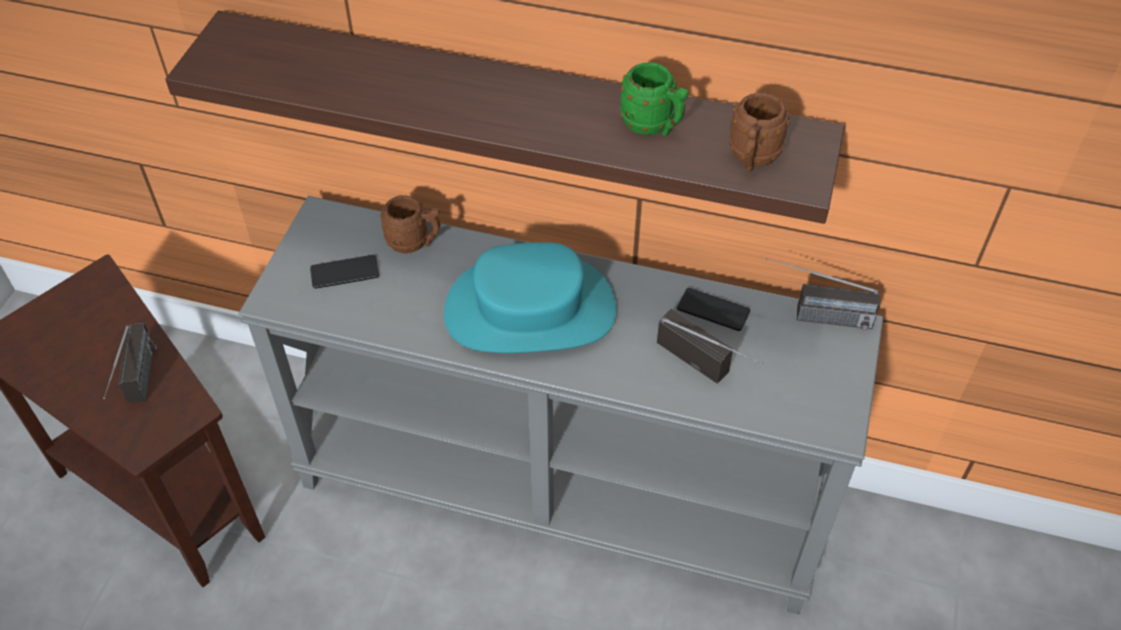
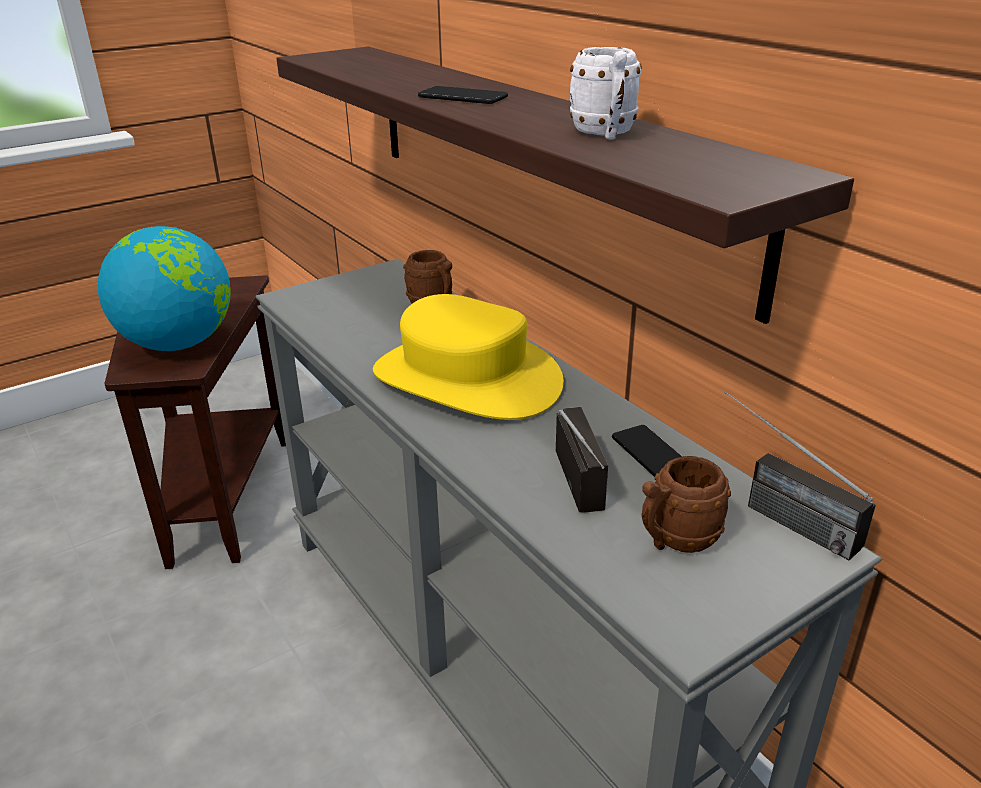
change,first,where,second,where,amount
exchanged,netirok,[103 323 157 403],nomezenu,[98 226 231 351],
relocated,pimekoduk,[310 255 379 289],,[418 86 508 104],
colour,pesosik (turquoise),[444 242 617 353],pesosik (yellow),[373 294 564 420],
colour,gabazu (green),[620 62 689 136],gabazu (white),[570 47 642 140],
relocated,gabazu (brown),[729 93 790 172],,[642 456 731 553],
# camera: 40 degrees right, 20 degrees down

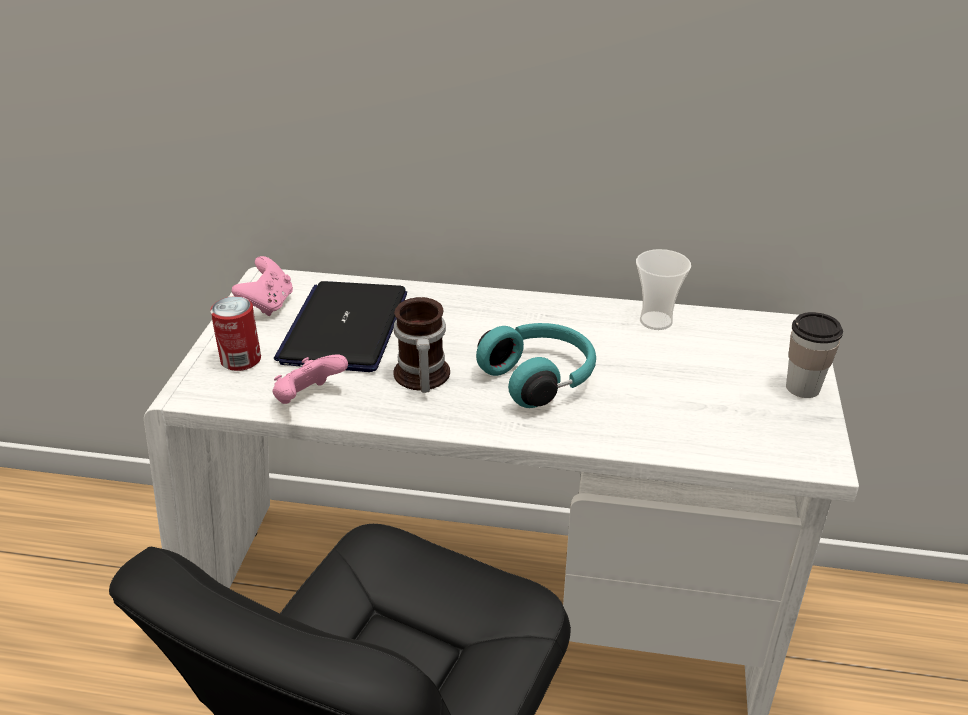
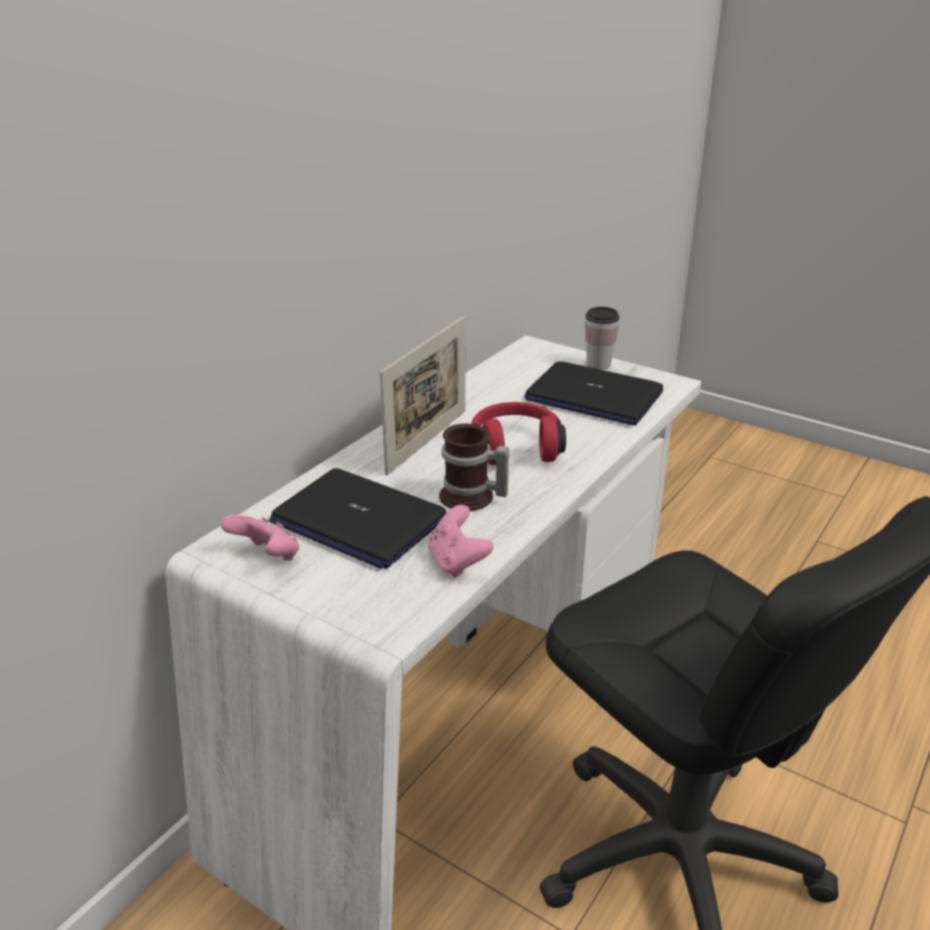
change,first,where,second,where,amount
missing,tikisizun,[210 296 261 371],,,
colour,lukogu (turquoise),[476 323 596 408],lukogu (red),[471 402 566 465],
missing,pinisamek,[636 249 691 330],,,
appeared,,,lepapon,[380 316 465 475],
appeared,,,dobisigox,[524 361 663 426],
# camera: 65 degrees left, 5 degrees down

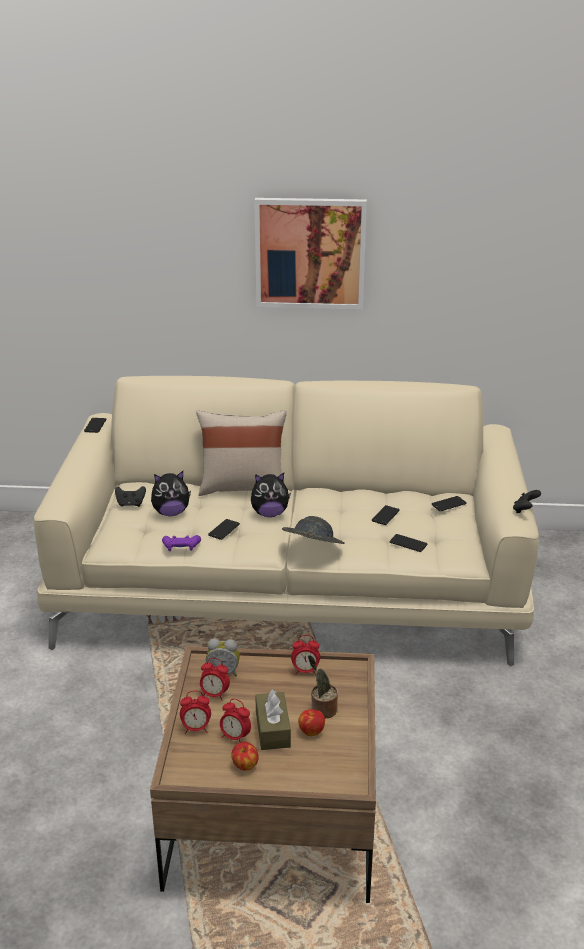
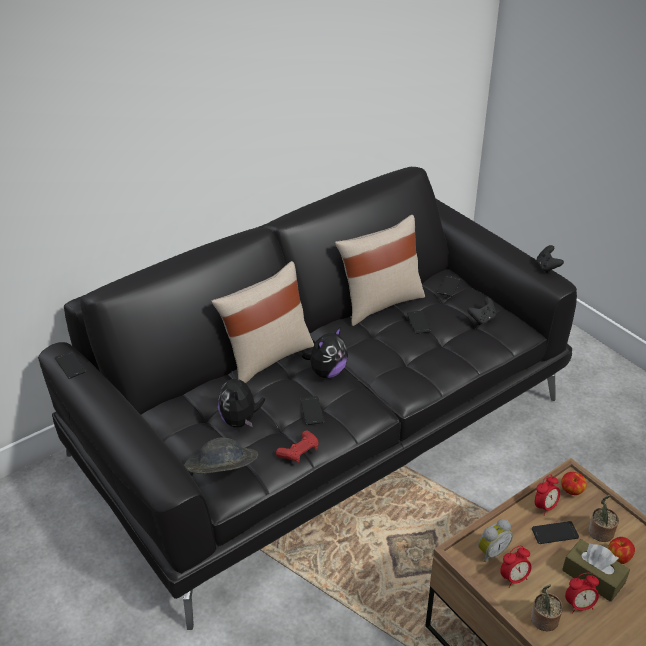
change,first,where,second,where,amount
colour,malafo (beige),[33 376 539 666],malafo (black),[38 167 577 630],
relocated,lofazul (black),[115 486 146 507],,[467 297 496 325],
spun,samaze,[151 471 191 516],,[218 370 265 427],135 degrees clockwise
colour,lofazul (purple),[162 535 201 551],lofazul (red),[276 431 319 463],
exchanged,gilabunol,[180 691 211 734],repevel,[531 584 563 631],
relocated,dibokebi,[231 742 259 770],,[561 472 587 495],
missing,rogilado,[254 198 367 309],,,
relocated,pesosik (grey),[282 516 345 544],,[184 437 258 474],
relocated,pimekoduk,[389 534 427 552],,[532 521 579 544],
appeared,,,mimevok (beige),[335 215 425 326],
# camera: 40 degrees left, 10 degrees up

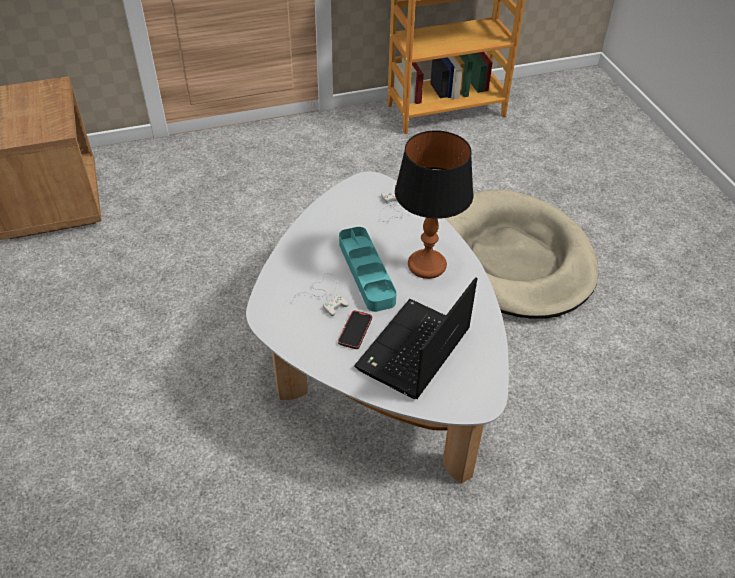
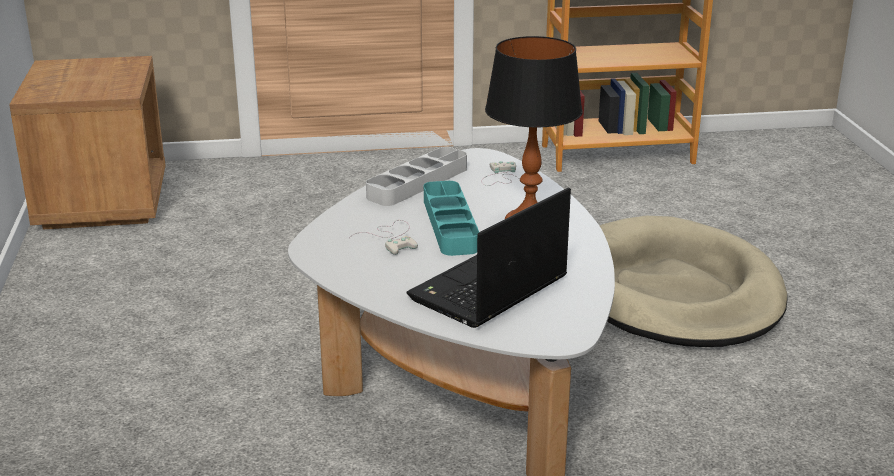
change,first,where,second,where,amount
missing,pimekoduk,[338 310 372 349],,,
appeared,,,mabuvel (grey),[366 147 467 206],
# camera: 10 degrees right, 20 degrees down

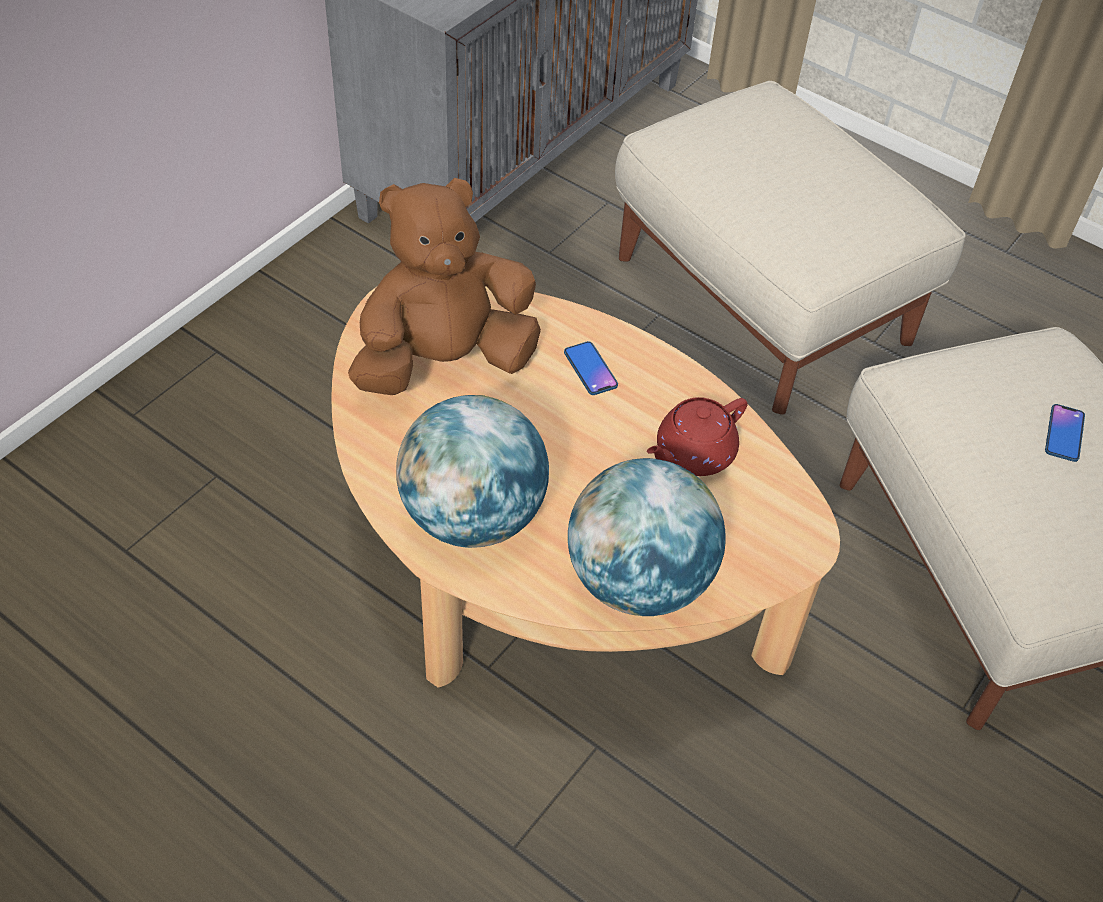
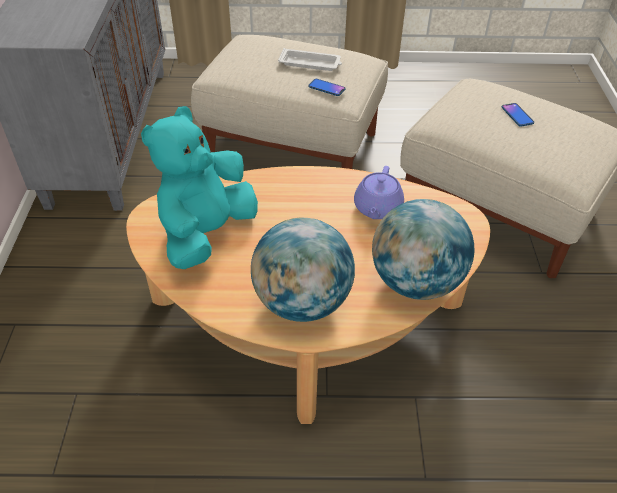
change,first,where,second,where,amount
colour,samaze (brown),[348 178 541 395],samaze (turquoise),[141 106 258 269],
relocated,pimekoduk,[564 341 618 395],,[308 79 345 96],
colour,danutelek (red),[647 397 748 476],danutelek (purple),[354 166 404 219],
appeared,,,mabuvel (white),[278 48 342 71],
# camera: 35 degrees left, 5 degrees down

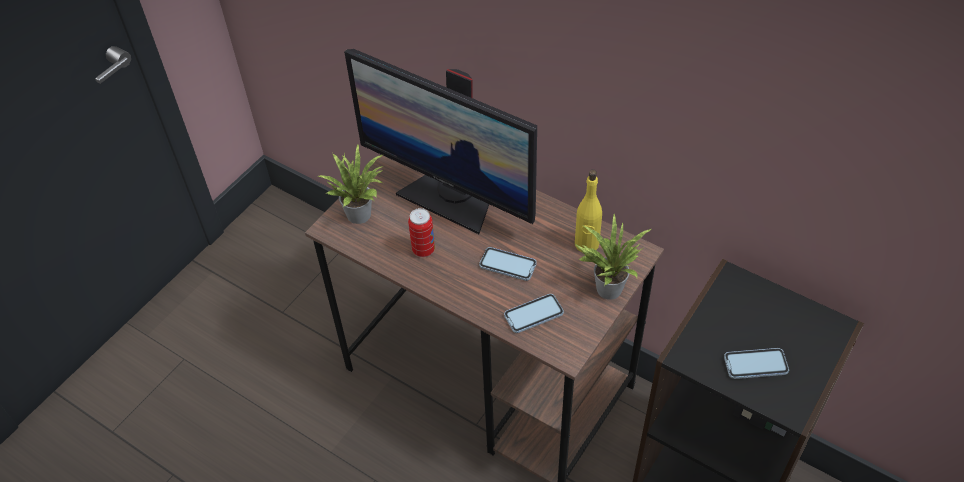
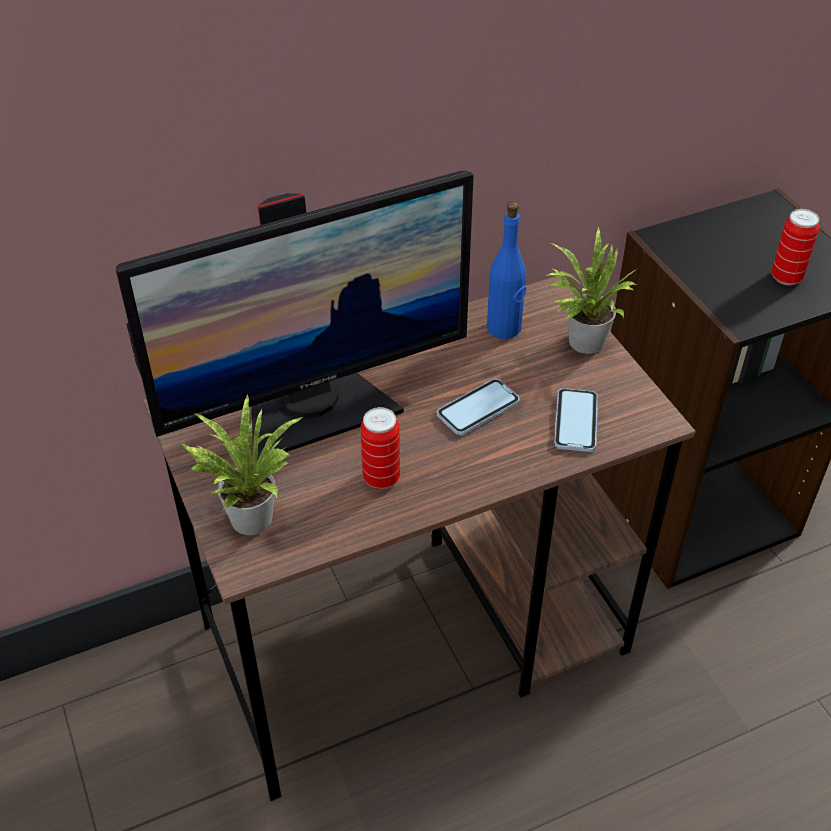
change,first,where,second,where,amount
colour,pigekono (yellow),[575 170 602 252],pigekono (blue),[487 201 526 339],
exchanged,pimekoduk,[724 348 789 379],tikisizun,[771 209 820 285],
# camera: 60 degrees left, 5 degrees down

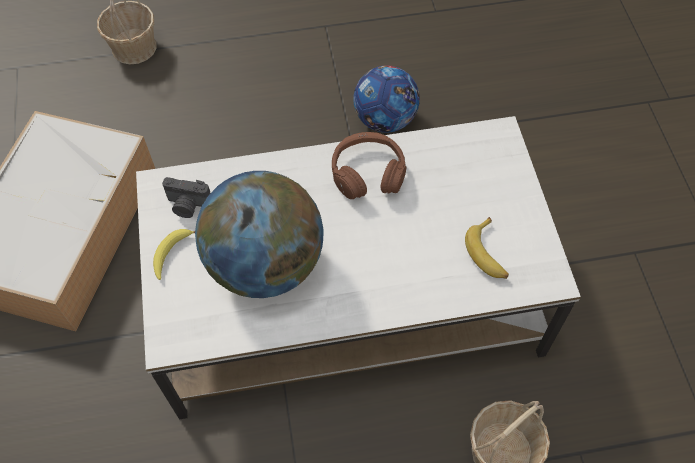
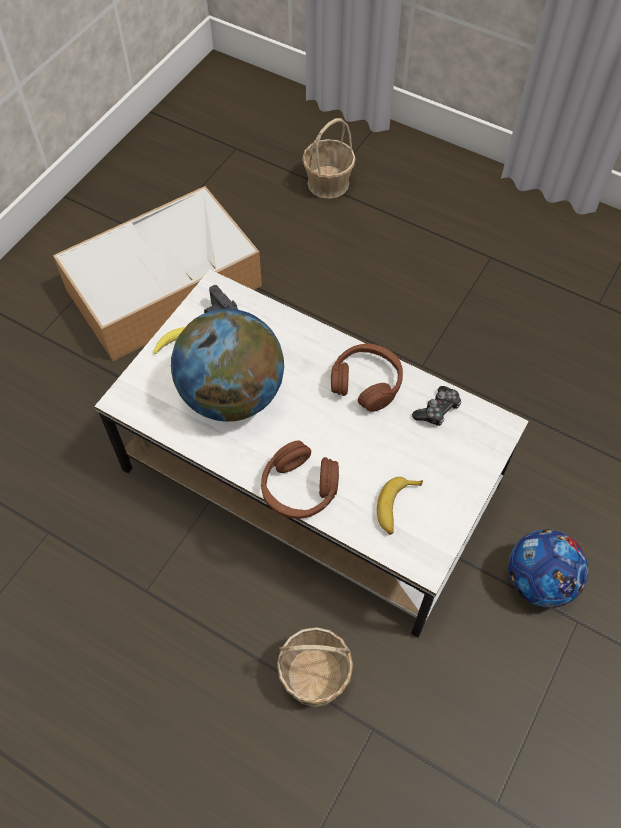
change,first,where,second,where,amount
relocated,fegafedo,[353 66 420 133],,[508 529 588 608],
appeared,,,lukogu (brown),[261 440 339 519],
appeared,,,lofazul,[412 386 462 426],
# camera: 40 degrees right, 0 degrees up

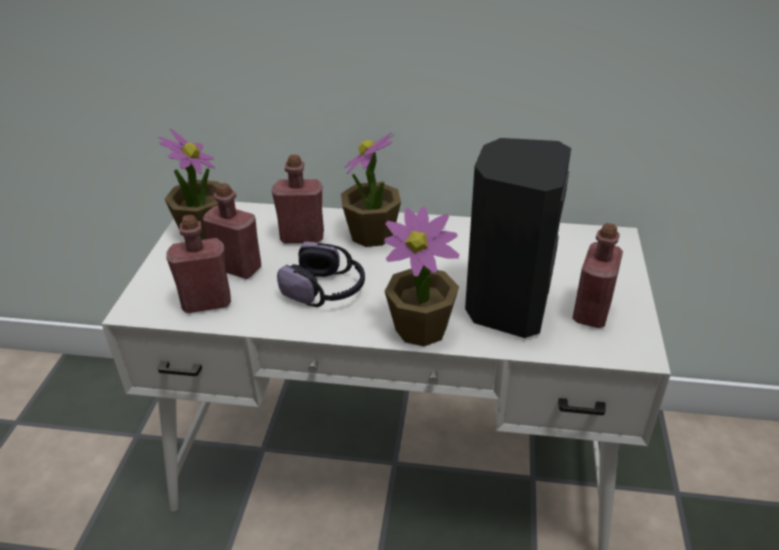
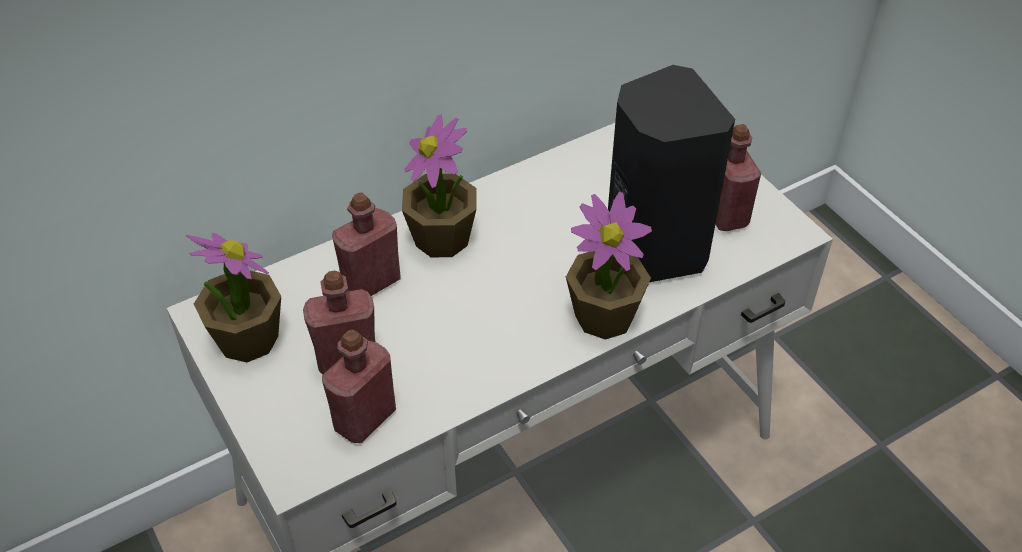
change,first,where,second,where,amount
missing,lukogu,[277 241 365 307],,,
# camera: 40 degrees left, 10 degrees up

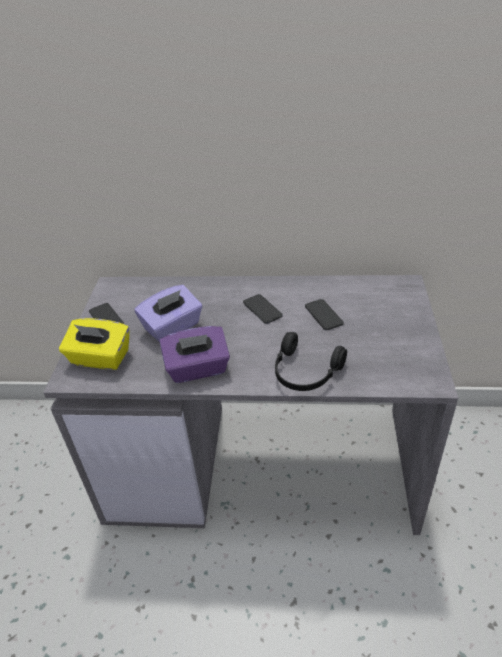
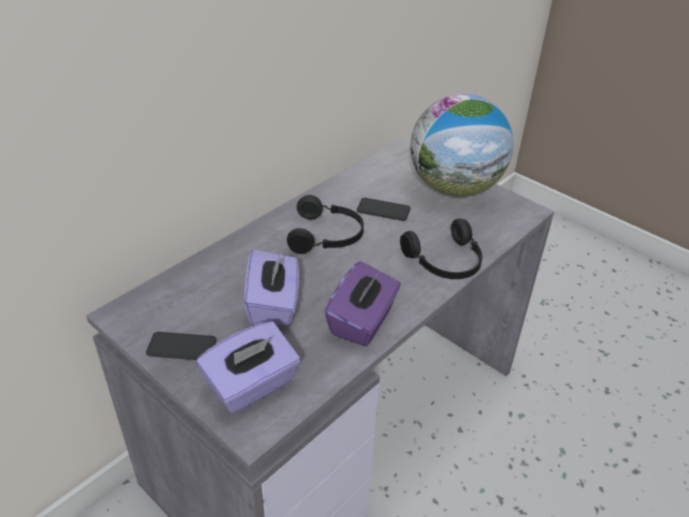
change,first,where,second,where,amount
colour,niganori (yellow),[59 318 129 370],niganori (purple),[197 321 300 414],
exchanged,pimekoduk,[243 294 283 324],lukogu (black),[287 195 364 254],
appeared,,,nomezenu,[410 94 513 197],
# camera: 55 degrees left, 0 degrees up

